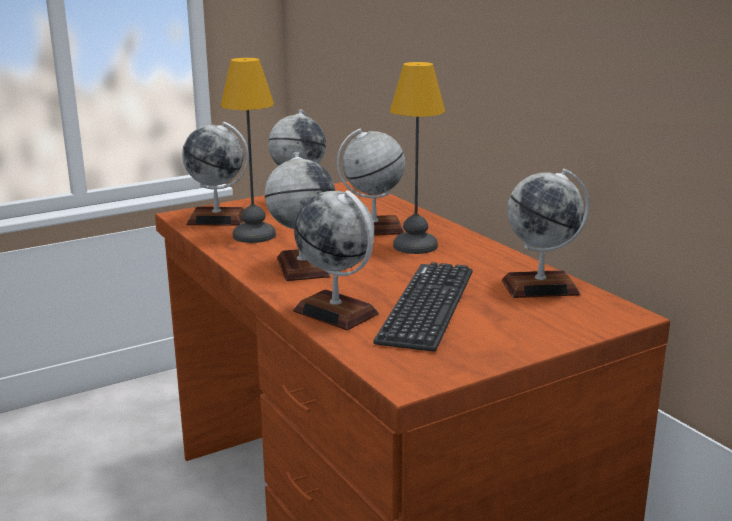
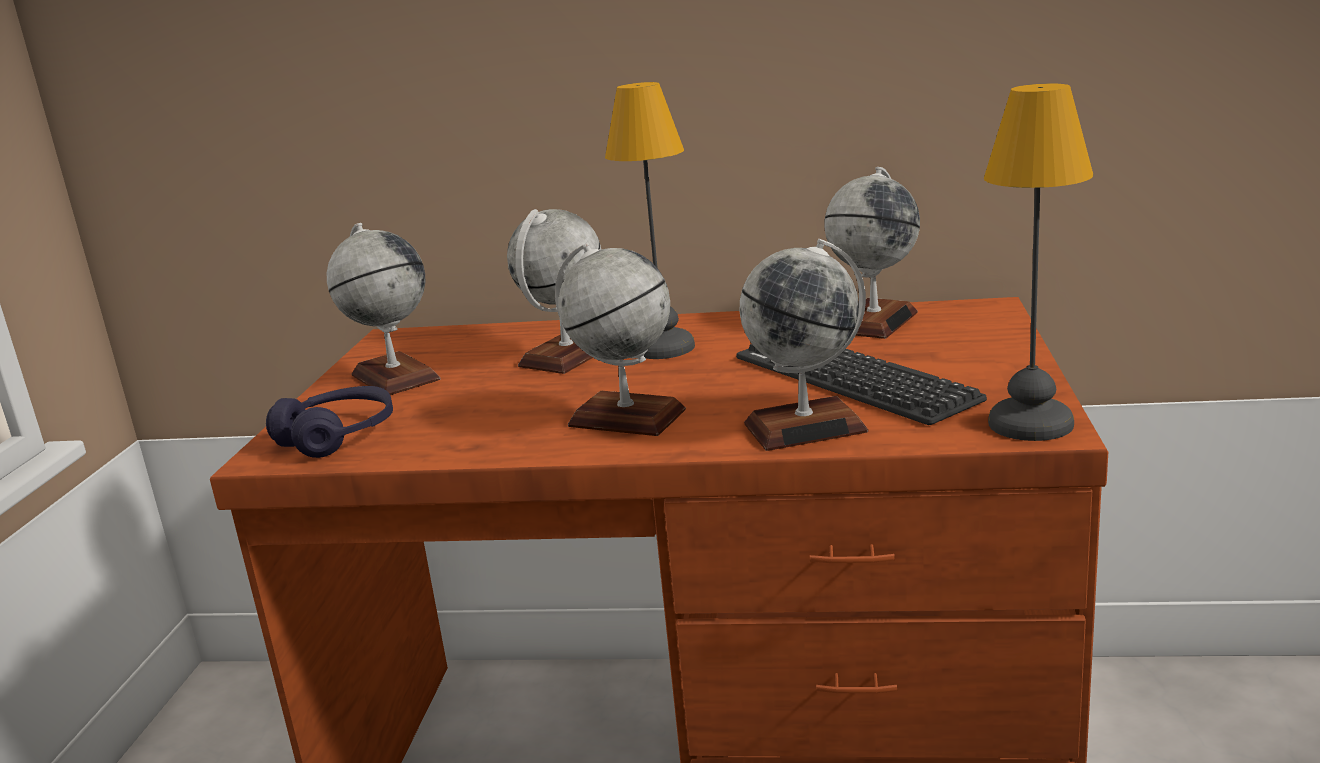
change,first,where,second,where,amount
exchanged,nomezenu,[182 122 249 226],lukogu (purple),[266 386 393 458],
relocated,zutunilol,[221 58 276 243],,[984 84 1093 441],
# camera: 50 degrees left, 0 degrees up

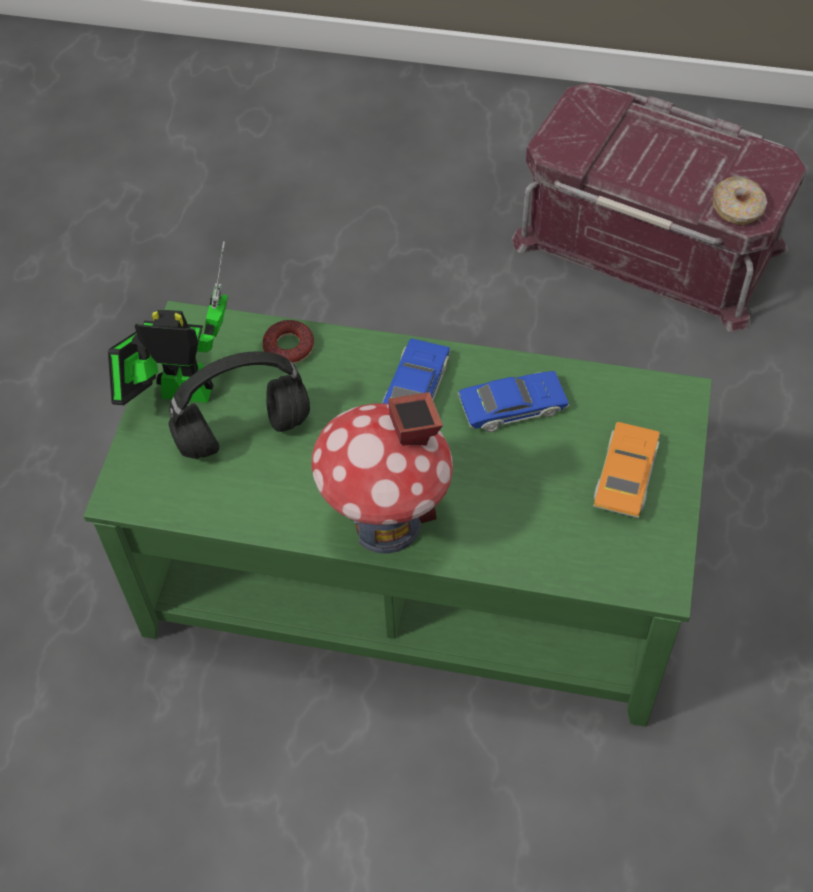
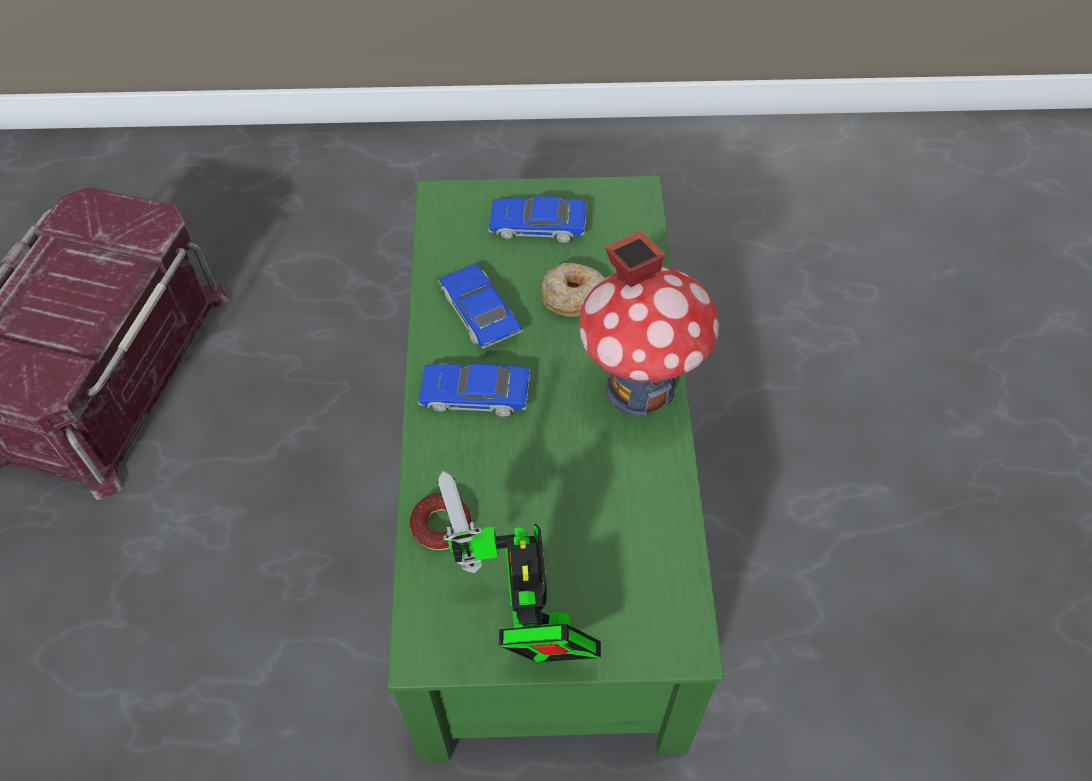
change,first,where,second,where,amount
missing,lukogu (black),[168 351 310 459],,,
colour,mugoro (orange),[593 422 660 518],mugoro (blue),[488 196 587 243],
relocated,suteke,[713 176 767 225],,[540 263 605 317],
# camera: 105 degrees left, 0 degrees up

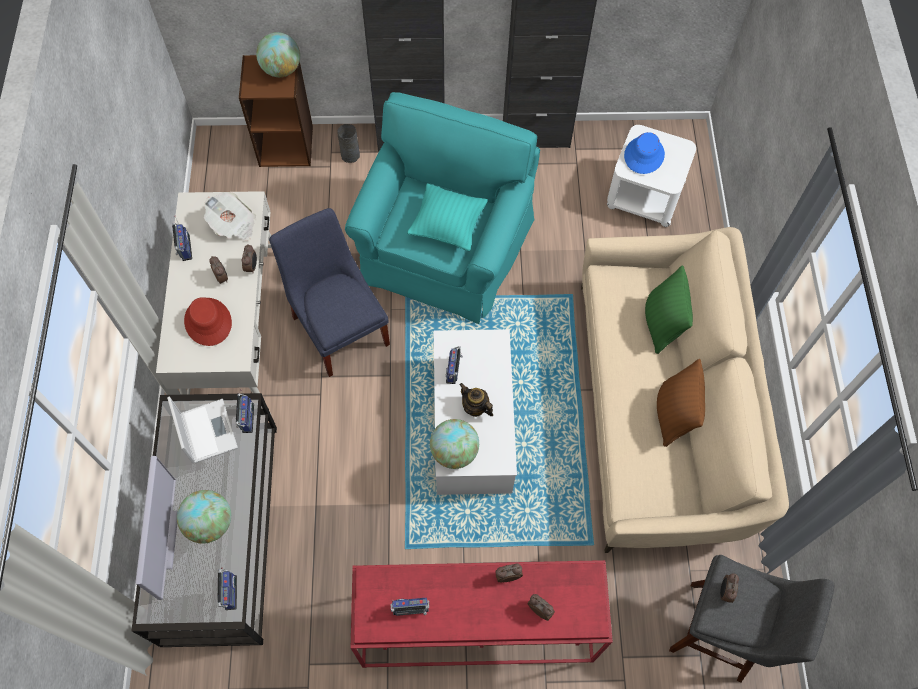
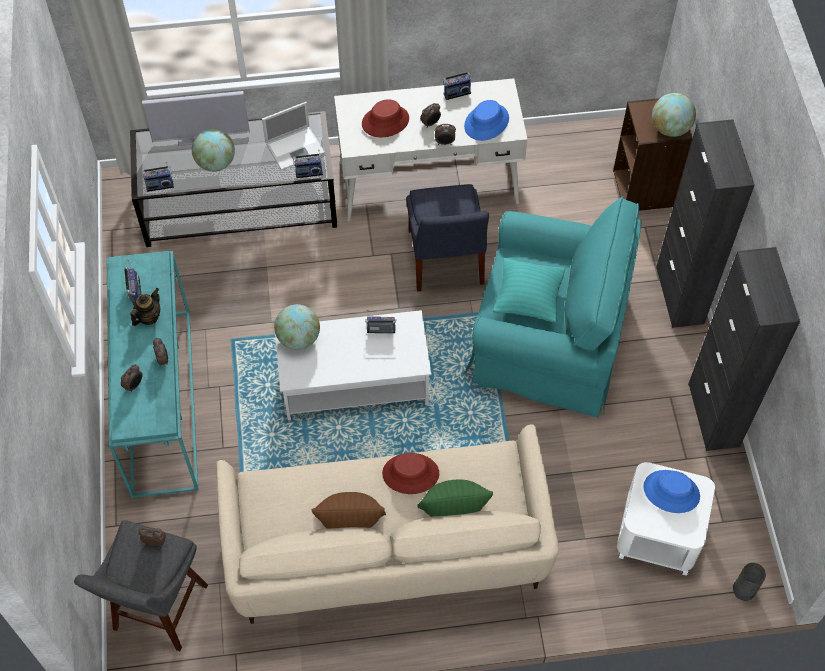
change,first,where,second,where,amount
exchanged,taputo,[204 192 256 241],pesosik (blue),[464 100 509 141],
spun,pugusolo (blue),[269 208 390 377],,[406 184 489 291],120 degrees clockwise
relocated,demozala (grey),[337 124 360 163],,[733 563 766 601],
colour,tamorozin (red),[351 560 613 668],tamorozin (turquoise),[107 251 199 498],
relocated,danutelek,[459 383 493 417],,[130 288 160 326],
appeared,,,pesosik (red),[382 453 439 494],
# camera: 85 degrees right, 5 degrees down

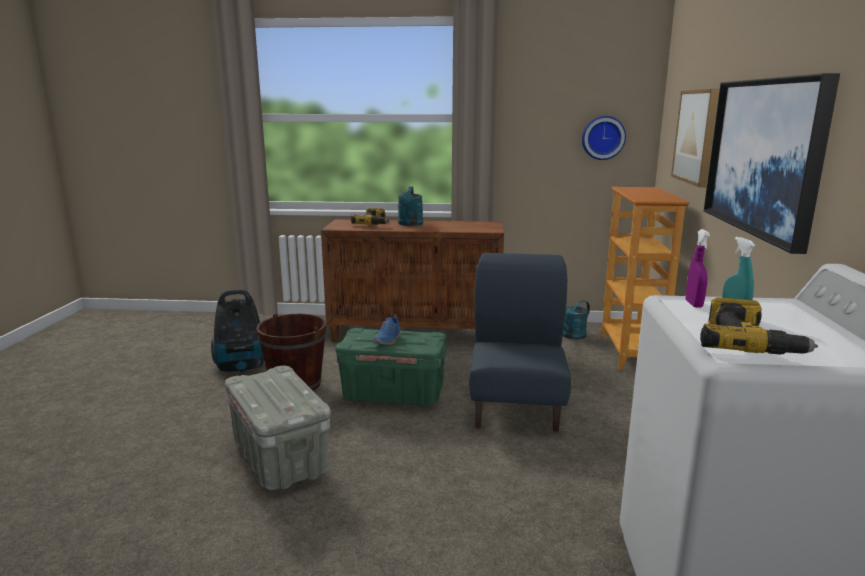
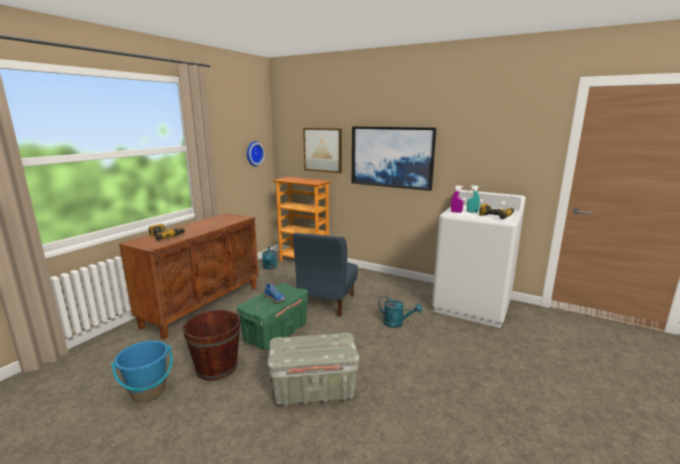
change,first,where,second,where,amount
exchanged,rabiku,[211 289 264 372],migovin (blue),[111 341 173 402],
relocated,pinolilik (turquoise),[398 187 423 226],,[379 296 422 328],
spun,pugusolo (blue),[469 253 571 432],,[293 233 358 317],105 degrees counterclockwise
# camera: 65 degrees left, 0 degrees up

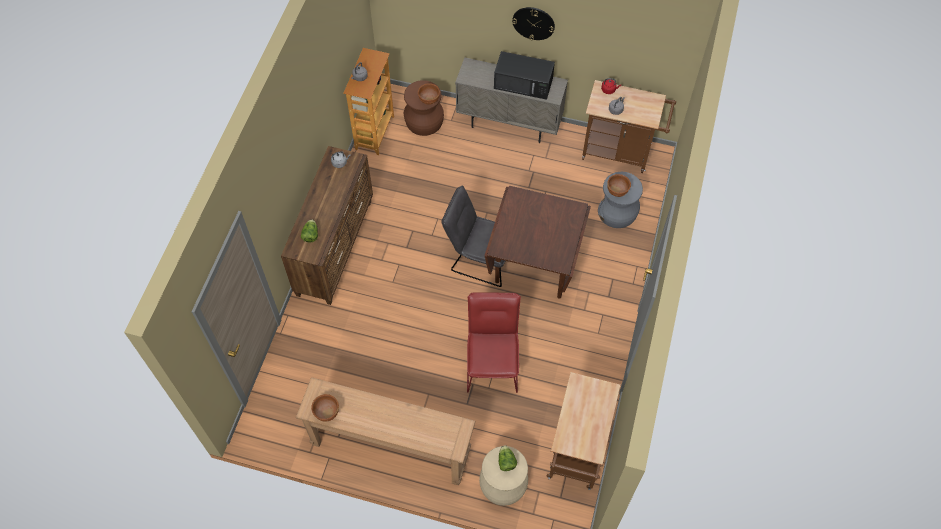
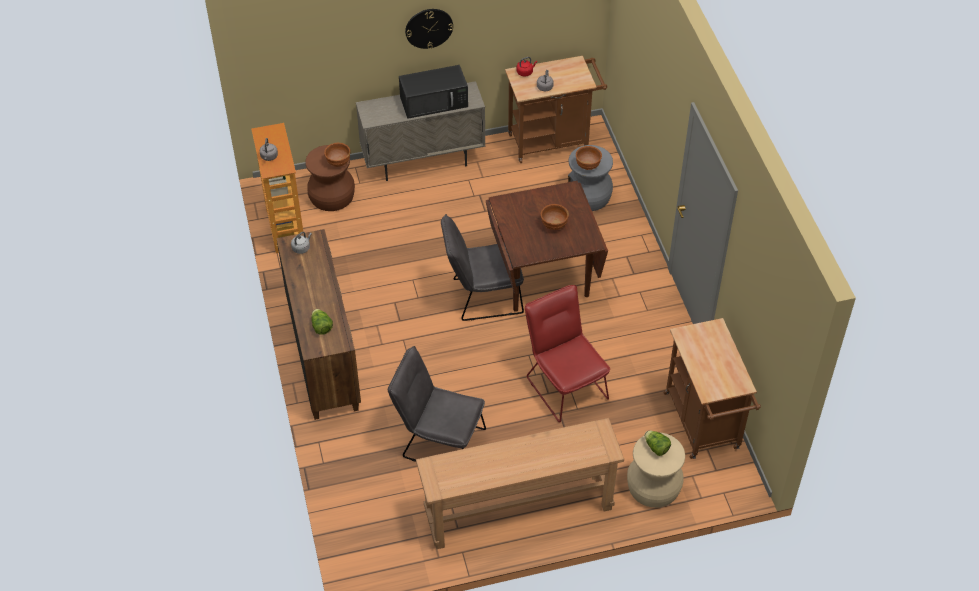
change,first,where,second,where,amount
relocated,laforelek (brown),[311 394 339 422],,[541 204 569 230],
appeared,,,pugusolo (grey),[388 346 486 462],
# camera: 30 degrees left, 10 degrees down

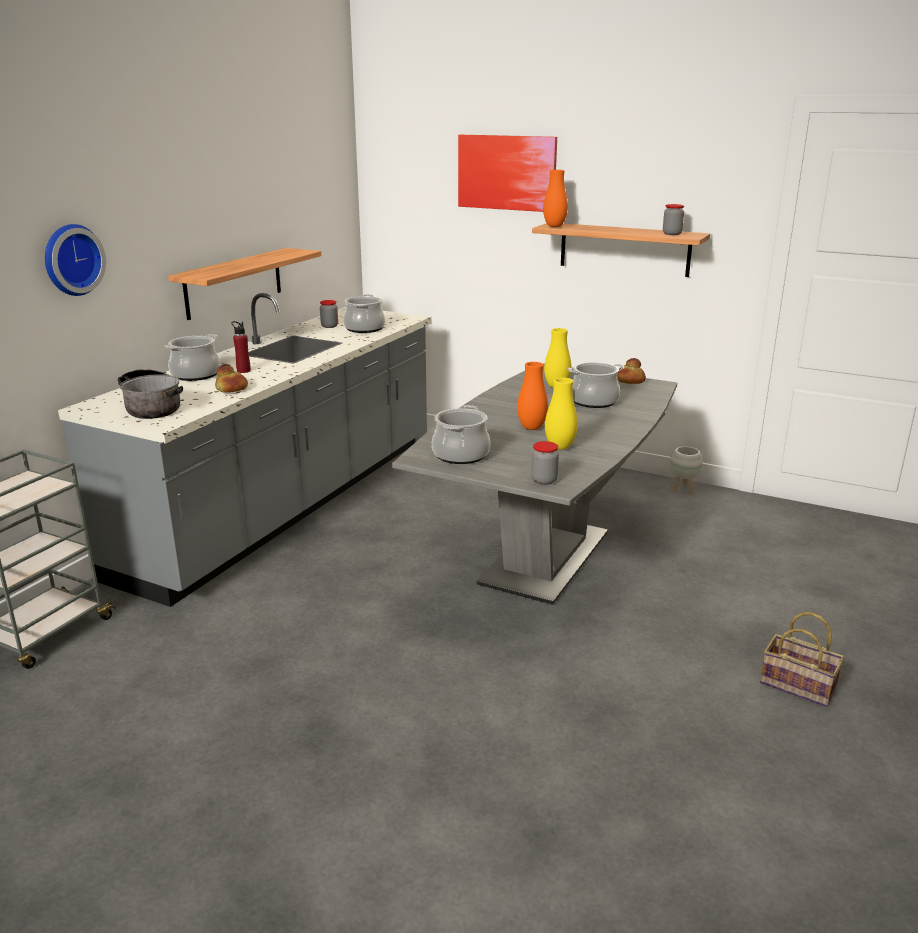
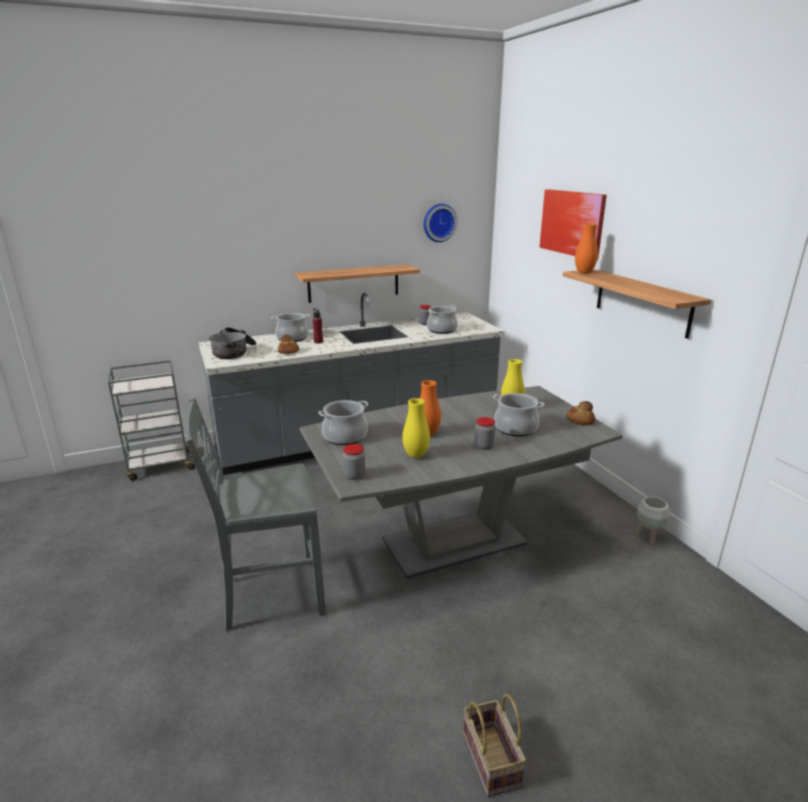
change,first,where,second,where,amount
relocated,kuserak,[45 224 106 296],,[424 204 457 242],
relocated,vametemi,[663 204 684 235],,[474 417 495 450],
appeared,,,pugusolo (grey),[185 398 326 631],
# camera: 40 degrees right, 0 degrees up

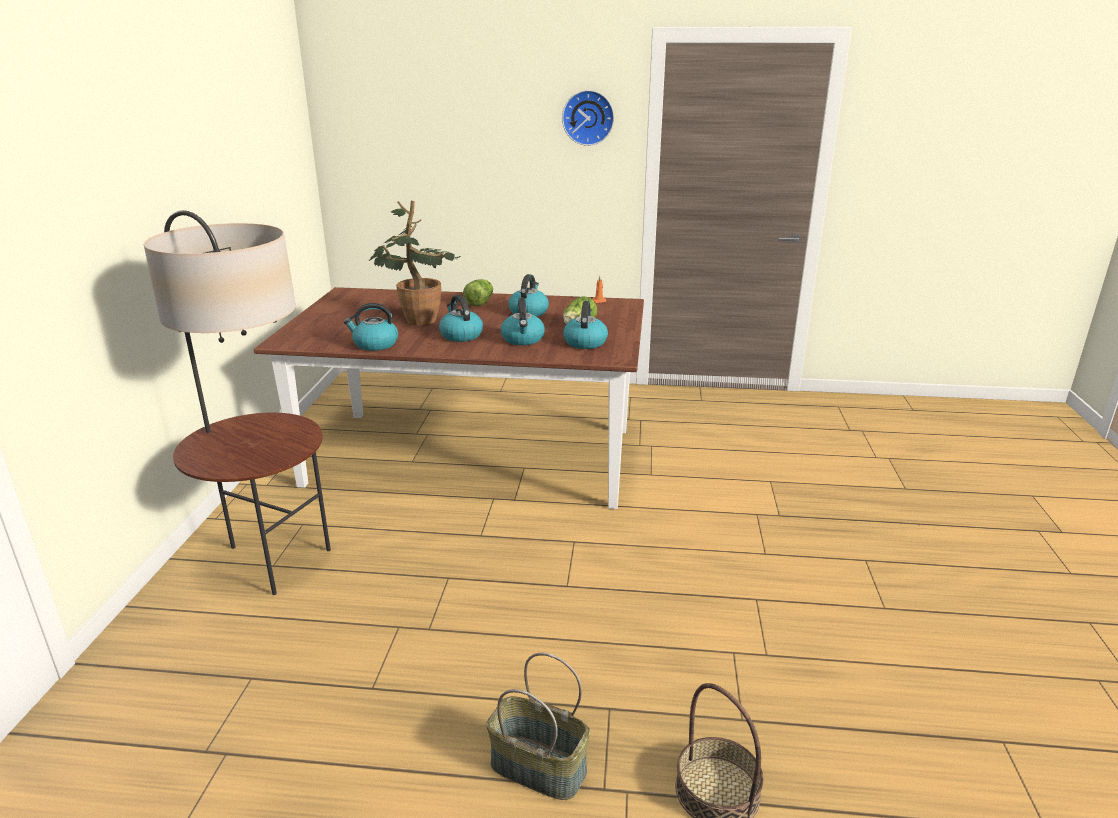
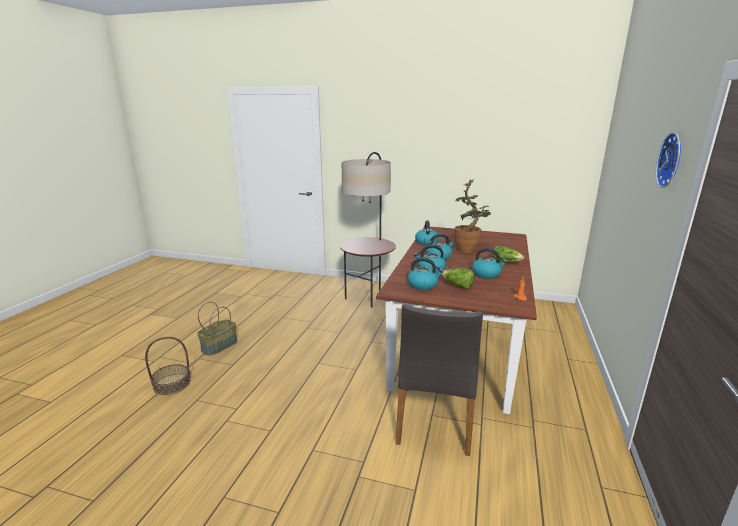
change,first,where,second,where,amount
appeared,,,pugusolo (grey),[396 304 483 456],
# camera: 100 degrees right, 5 degrees down

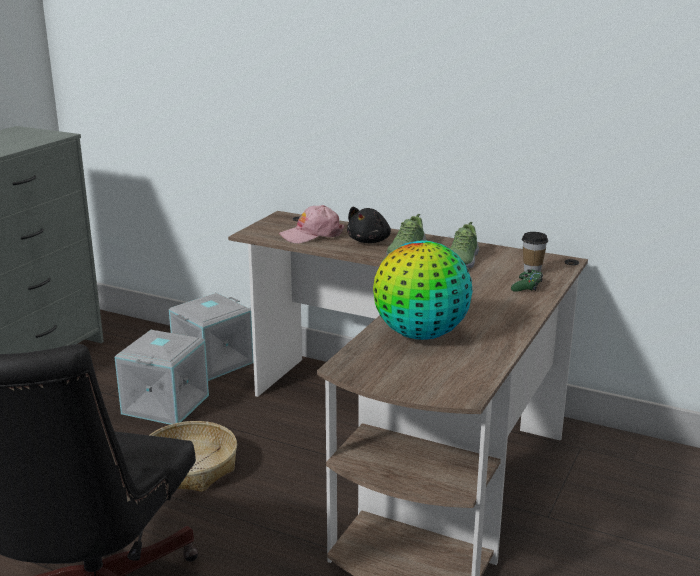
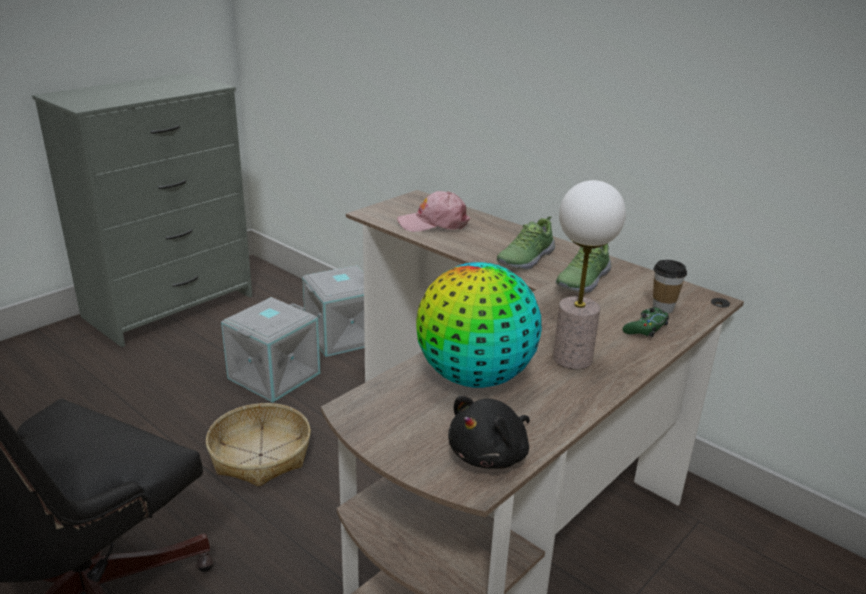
change,first,where,second,where,amount
relocated,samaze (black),[347 207 391 243],,[448 396 530 469],
appeared,,,zutunilol,[553 180 626 369],
# camera: 15 degrees right, 5 degrees up

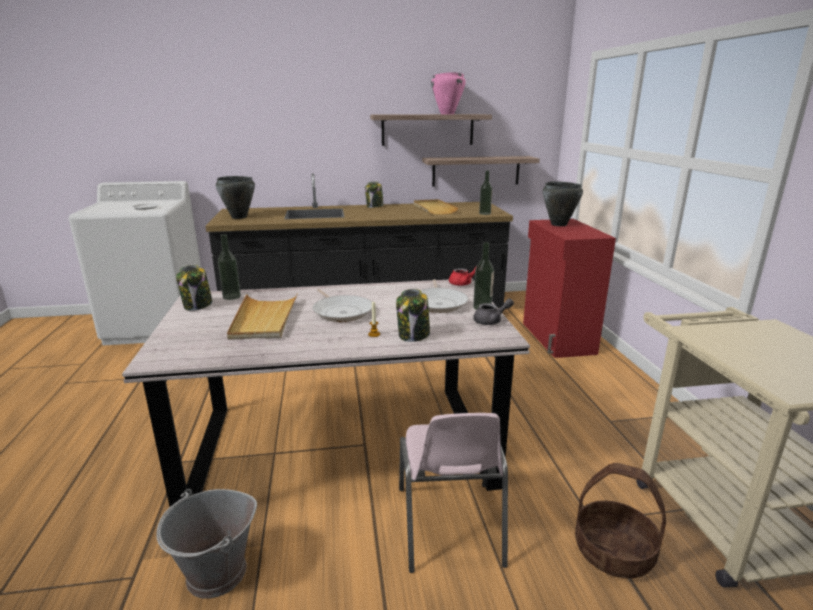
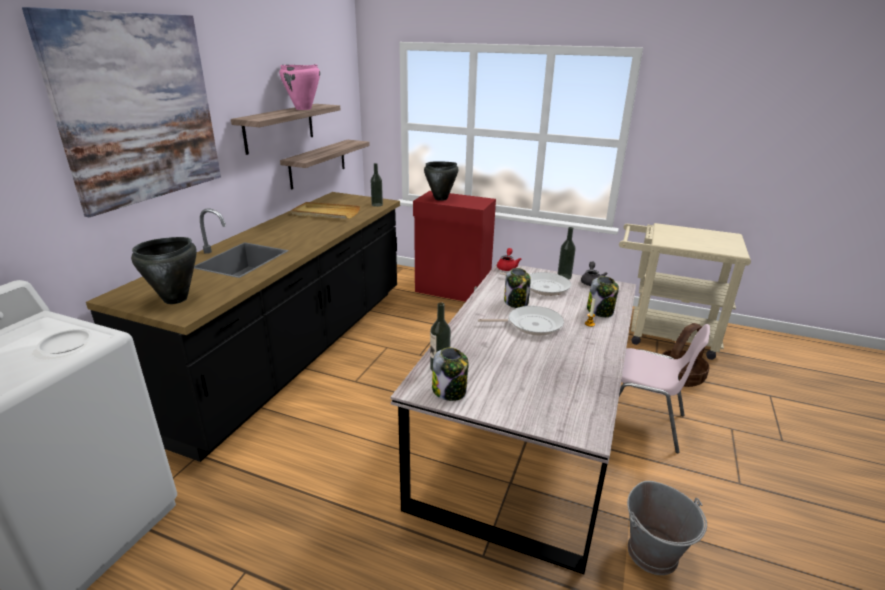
change,first,where,second,where,amount
missing,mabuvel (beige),[227 293 298 340],,,
relocated,vametemi,[365 181 384 208],,[504 268 531 308],
appeared,,,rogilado,[22 7 221 217],
# camera: 60 degrees left, 5 degrees up

